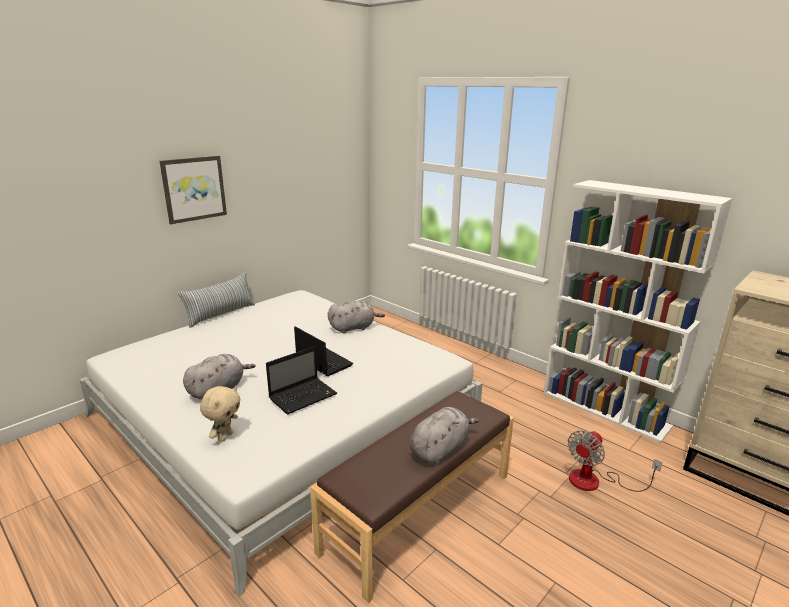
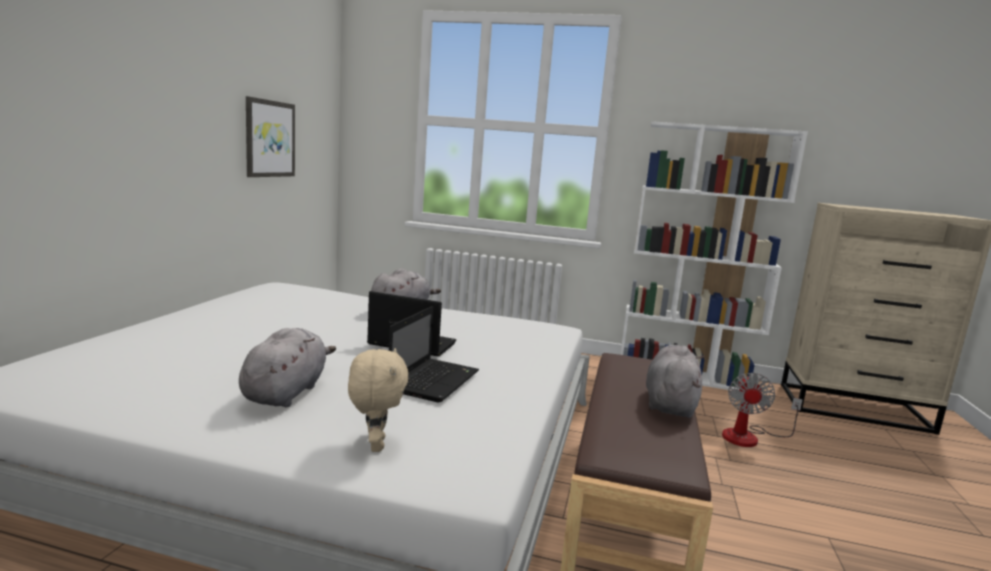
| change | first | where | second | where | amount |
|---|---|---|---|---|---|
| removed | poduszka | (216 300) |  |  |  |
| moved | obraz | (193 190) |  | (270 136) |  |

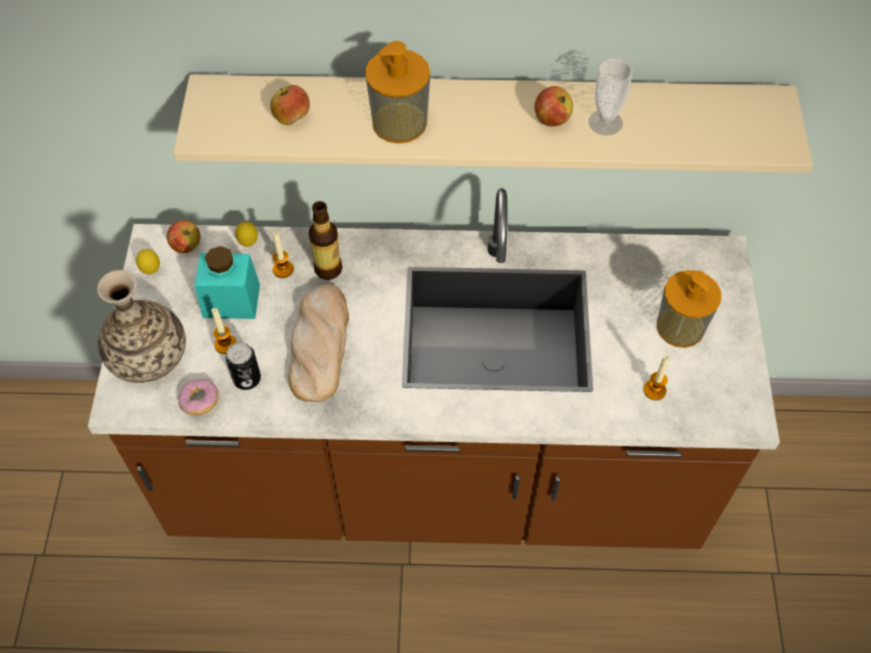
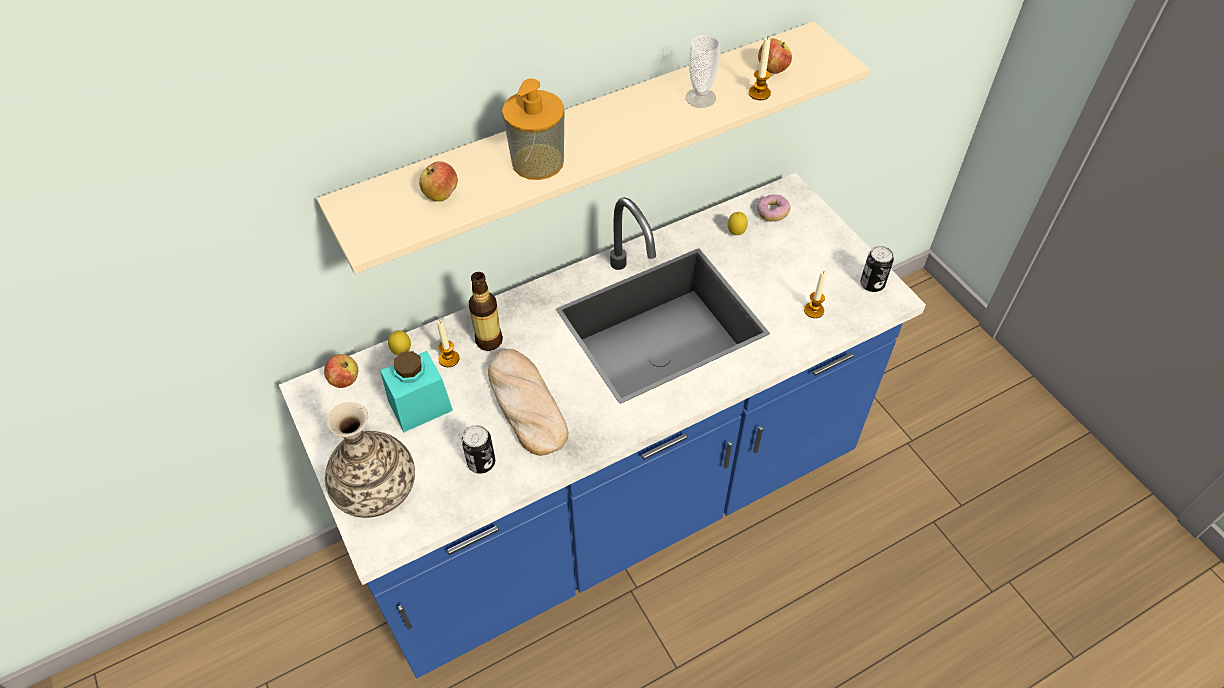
| change | first | where | second | where | amount |
|---|---|---|---|---|---|
| removed | dozownik mydła | (689 309) |  |  |  |
| added |  |  | puszka | (877 269) |  |
| moved | cytryna | (148 261) |  | (738 223) |  |
| moved | donut | (198 397) |  | (774 208) |  |
| moved | świeca | (223 331) |  | (760 68) |  |
| moved | jabłko | (553 106) |  | (775 56) |  |
| recoloured | zabudowa kuchenna [brązowy] | (434 368) | zabudowa kuchenna [niebieski] | (602 425) |  |

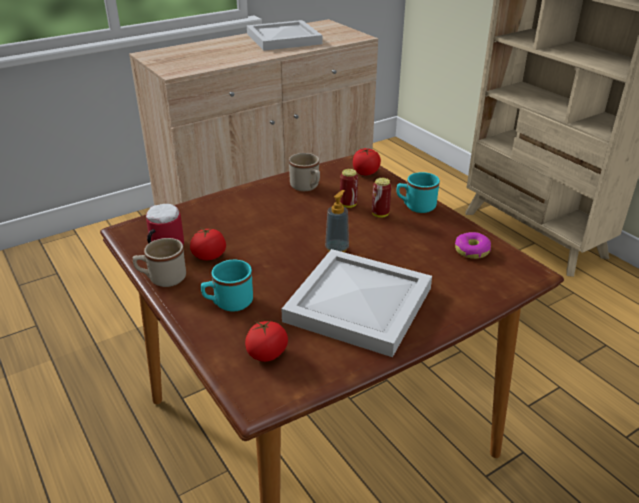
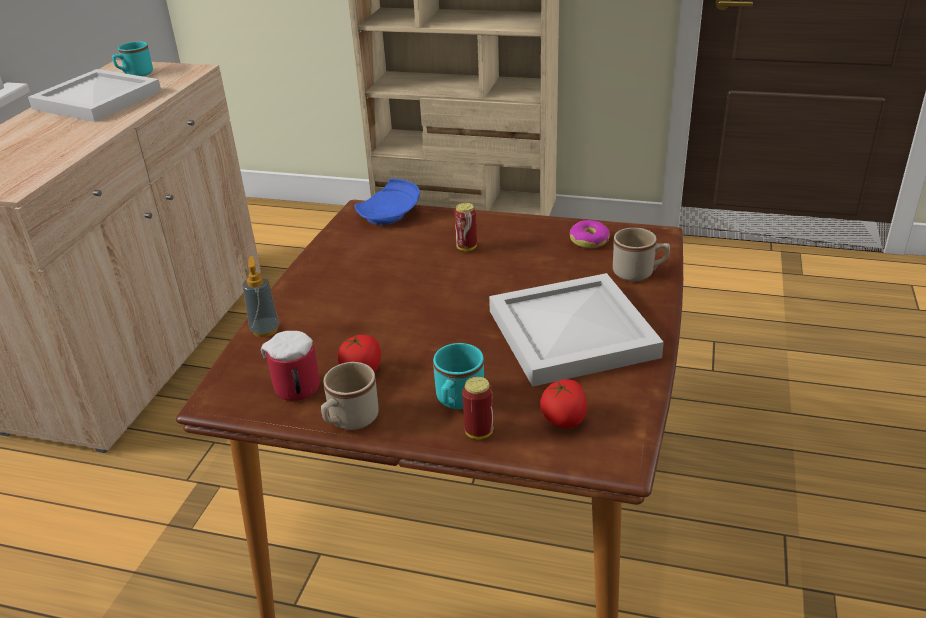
| change | first | where | second | where | amount |
|---|---|---|---|---|---|
| moved | kubek [beżowy] | (304 172) |  | (641 255) |  |
| moved | dozownik mydła | (337 221) |  | (261 296) |  |
| moved | puszka | (349 188) |  | (478 408) |  |
| moved | kubek [turkusowy] | (418 192) |  | (132 58) |  |
| replaced | pomidor | (367 161) | talerz [niebieski] | (387 201) |  |

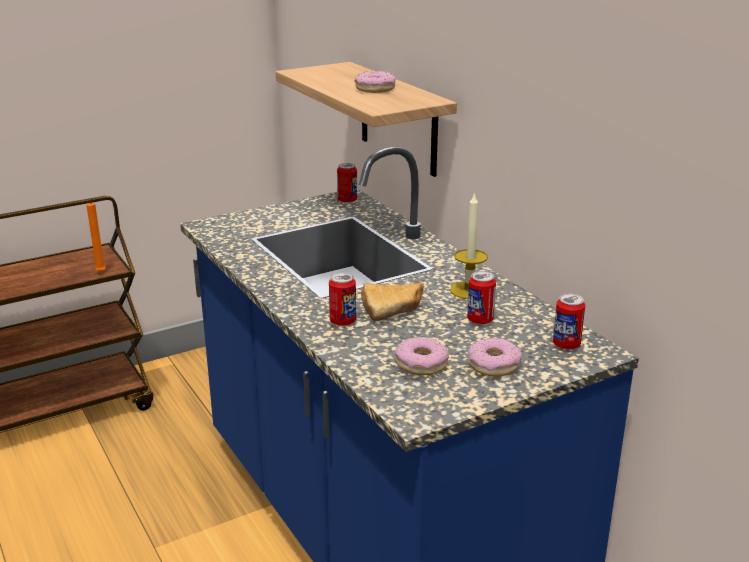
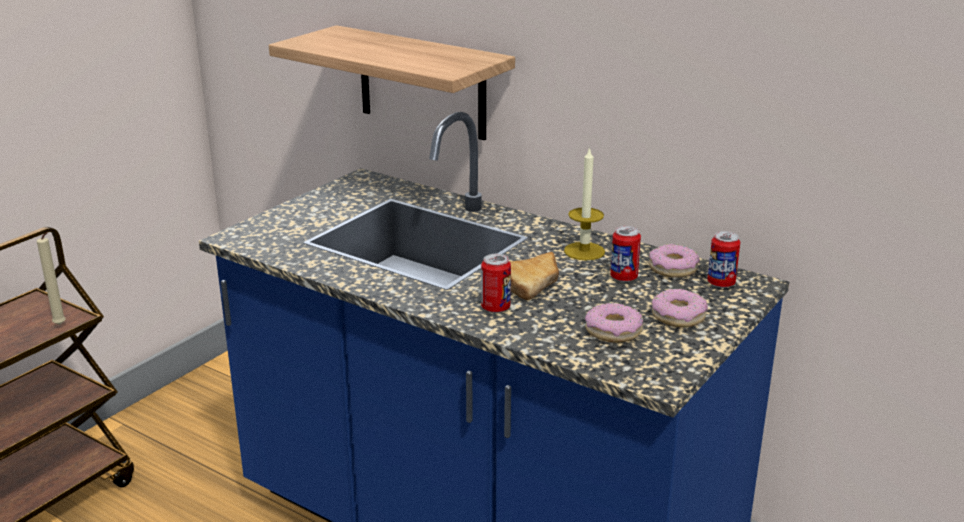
| change | first | where | second | where | amount |
|---|---|---|---|---|---|
| removed | puszka | (347 183) |  |  |  |
| moved | donut | (375 82) |  | (674 261) |  |
| recoloured | świeca [pomarańczowy] | (96 235) | świeca [beżowy] | (51 278) |  |

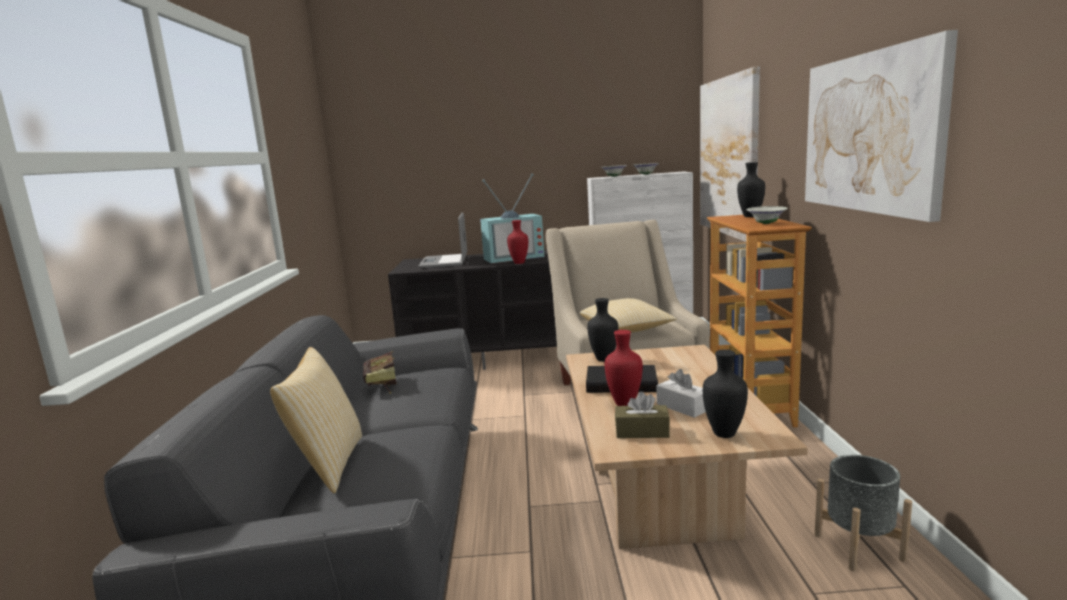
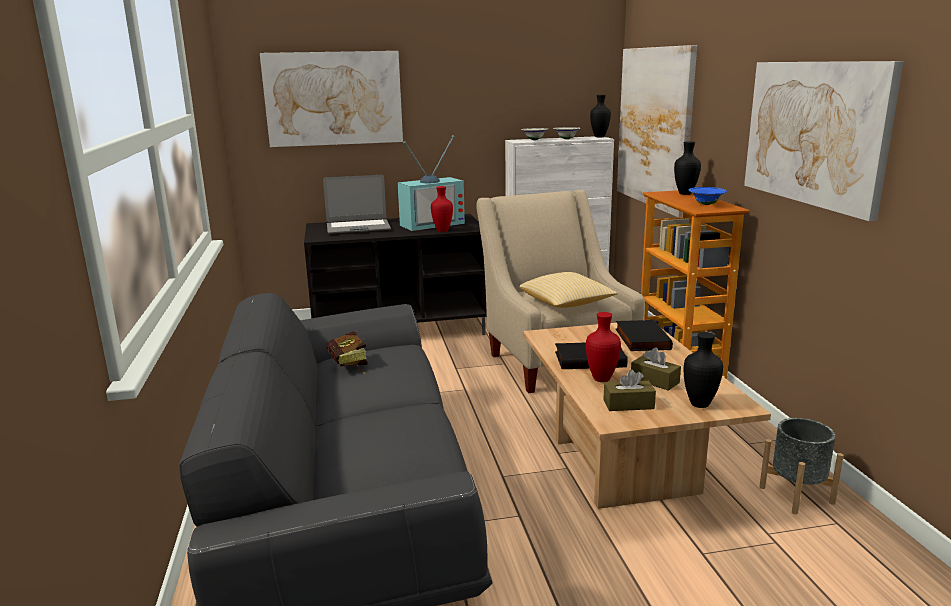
| change | first | where | second | where | amount |
|---|---|---|---|---|---|
| removed | poduszka | (316 420) |  |  |  |
| added |  |  | obraz | (331 99) |  |
| added |  |  | książka [czarny] | (644 335) |  |
| moved | wazon [czarny] | (603 330) |  | (600 116) |  |
| recoloured | pudełko chusteczek [biały] | (681 393) | pudełko chusteczek [brązowy] | (656 369) |  |
| recoloured | miska [biały] | (767 215) | miska [niebieski] | (708 196) |  |
| turned | laptop | (442 240) |  | (357 204) | 90 degrees counterclockwise |

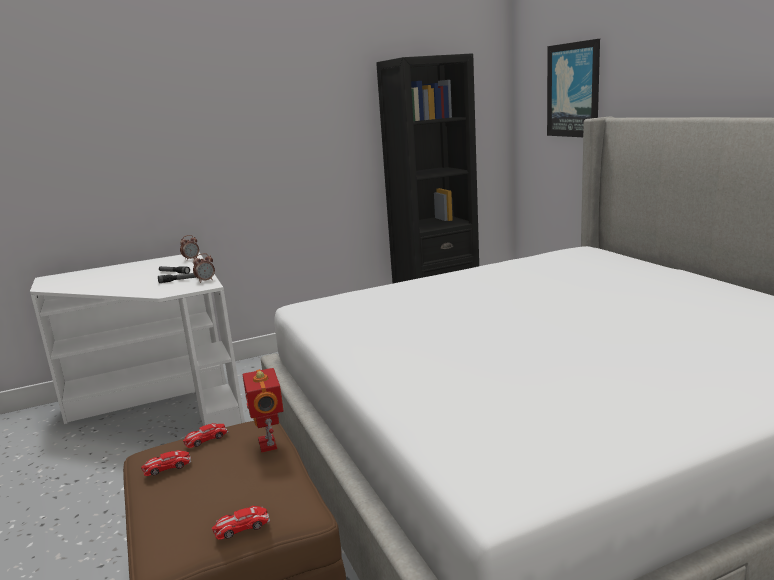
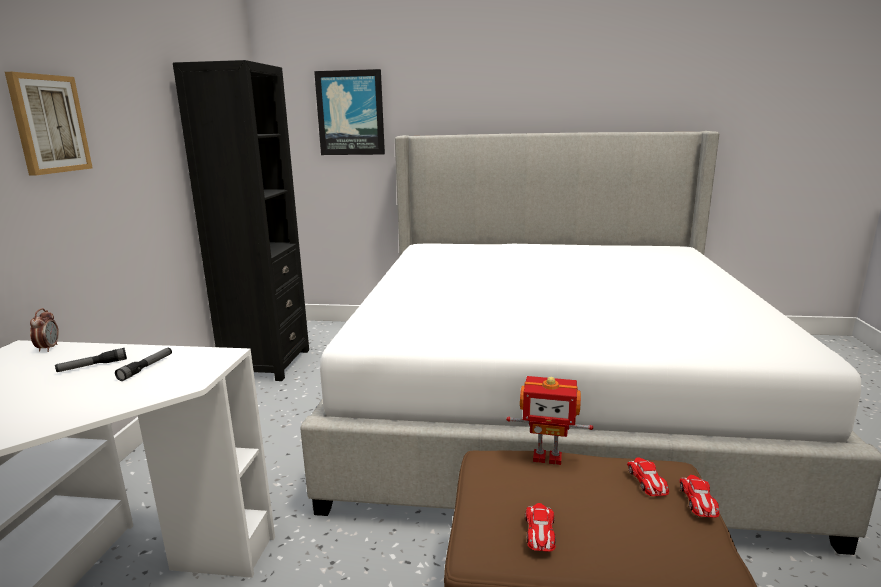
| change | first | where | second | where | amount |
|---|---|---|---|---|---|
| removed | budzik | (204 268) |  |  |  |
| added |  |  | obraz | (49 124) |  |
| moved | samochodzik | (206 435) |  | (648 476) |  |

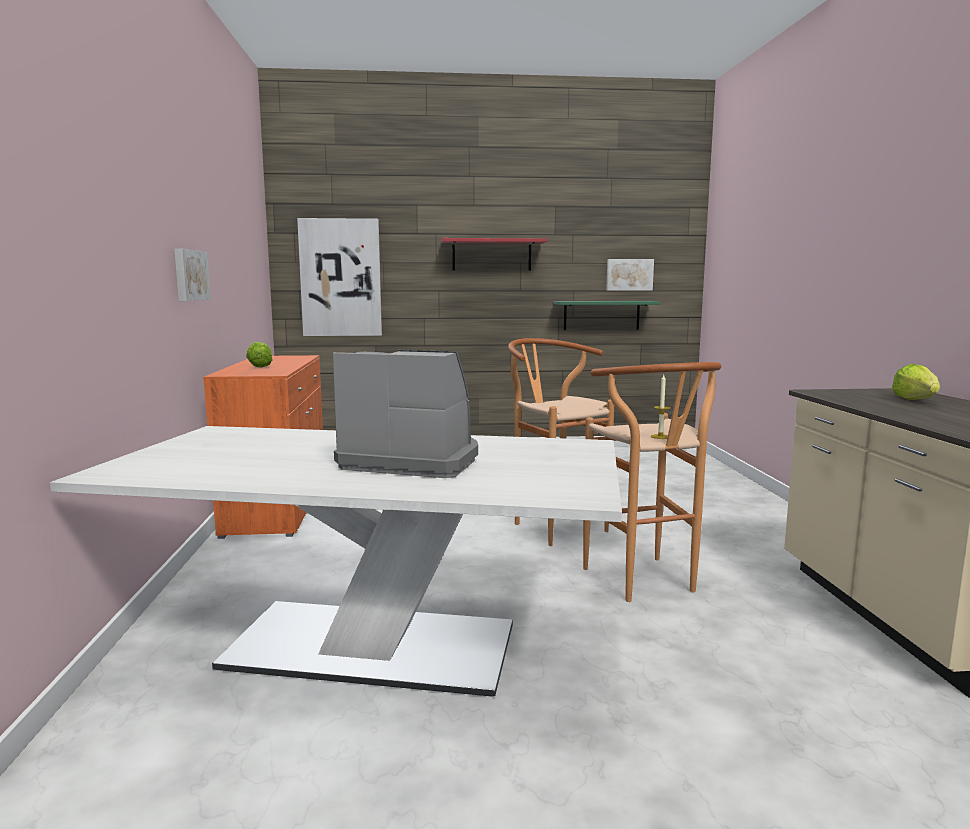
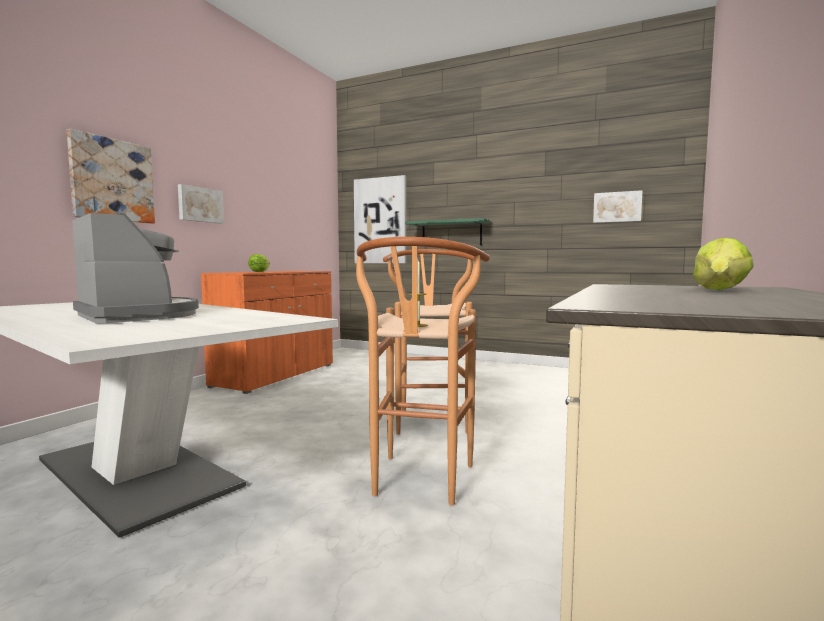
| change | first | where | second | where | amount |
|---|---|---|---|---|---|
| removed | półka [czerwony] | (494 254) |  |  |  |
| added |  |  | obraz | (111 176) |  |
| moved | półka [zielony] | (606 315) |  | (448 231) |  |

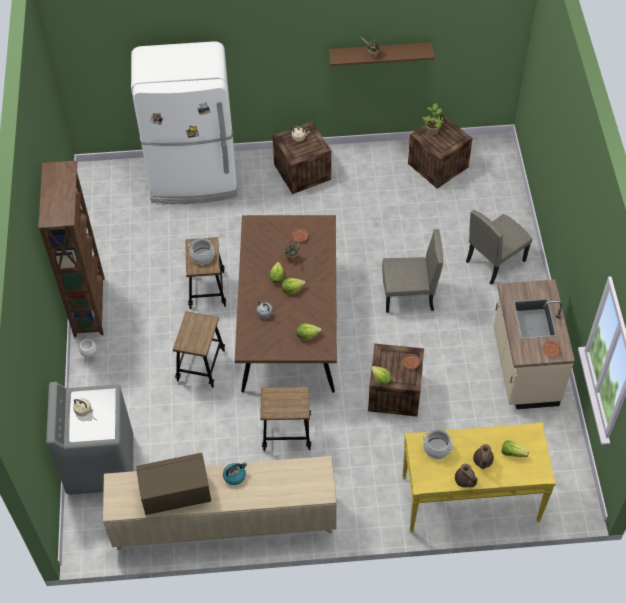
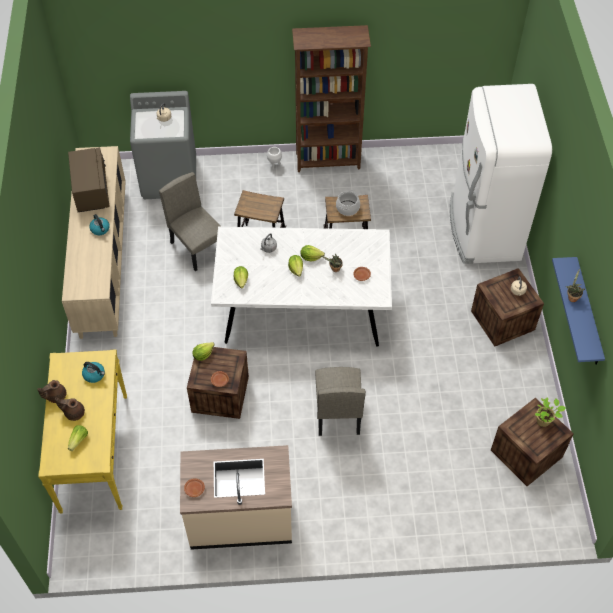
| change | first | where | second | where | amount |
|---|---|---|---|---|---|
| removed | stołek | (285 418) |  |  |  |
| moved | krzesło [beżowy] | (499 247) |  | (190 221) |  |
| replaced | garnek | (438 444) | czajnik | (93 372) |  |
| recoloured | stół jadalny [brązowy] | (286 304) | stół jadalny [biały] | (301 287) |  |
| recoloured | półka [brązowy] | (382 54) | półka [niebieski] | (578 311) |  |

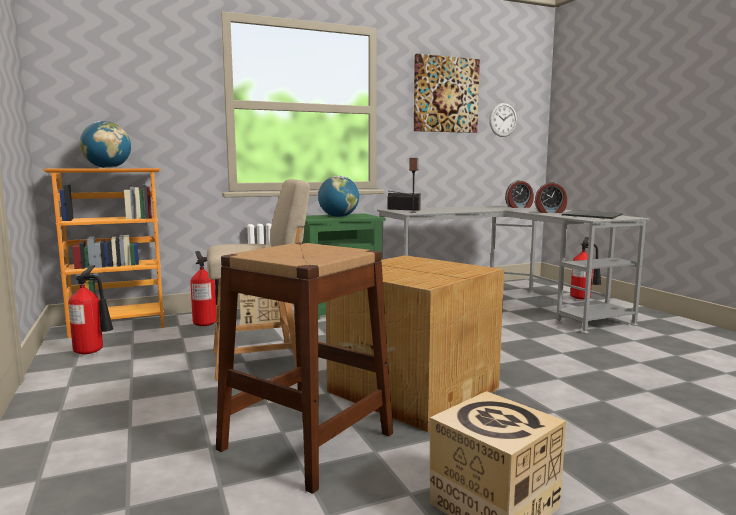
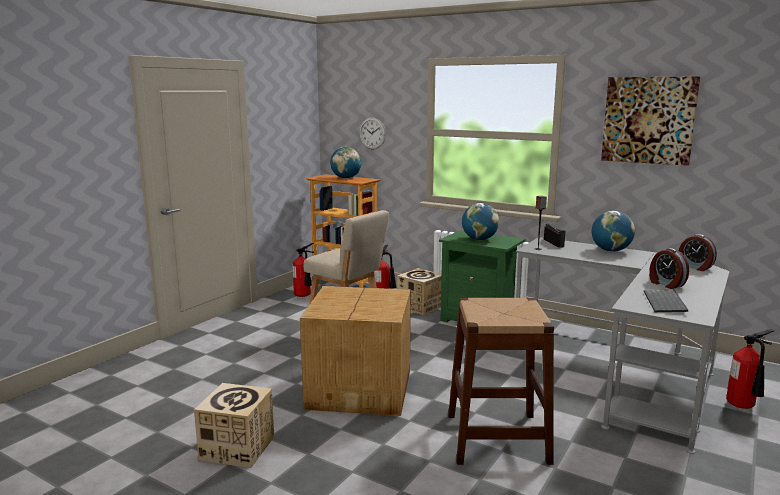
| change | first | where | second | where | amount |
|---|---|---|---|---|---|
| added |  |  | globus | (613 231) |  |
| moved | stołek [brązowy] | (304 368) |  | (501 381) |  |
| moved | zegar ścienny | (503 120) |  | (372 133) |  |

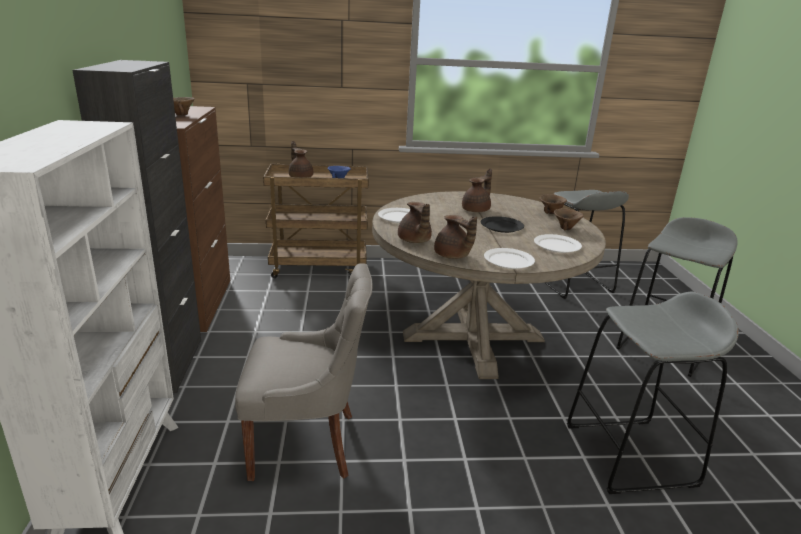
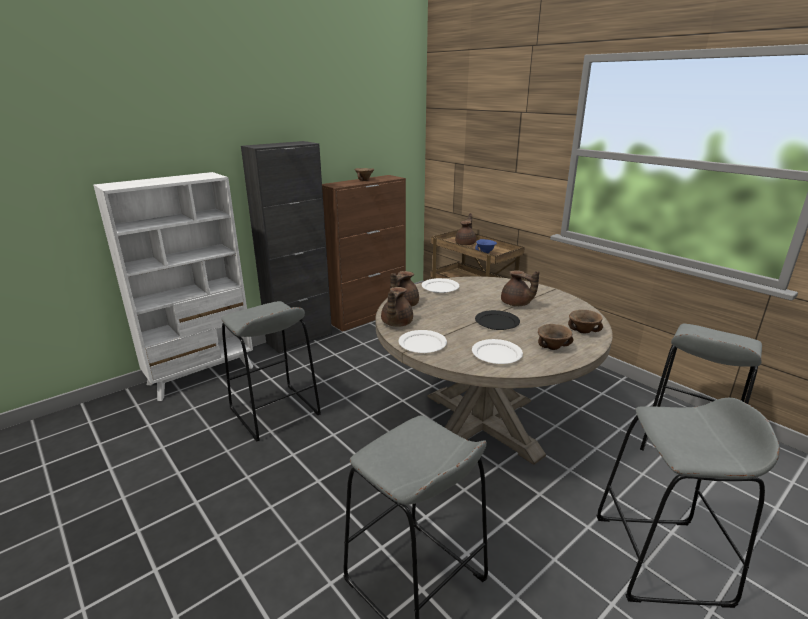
| change | first | where | second | where | amount |
|---|---|---|---|---|---|
| replaced | krzesło [szary] | (303 372) | stołek [szary] | (271 371) |  |
| turned | imbryk [brązowy] | (477 190) |  | (520 288) | 45 degrees clockwise |

